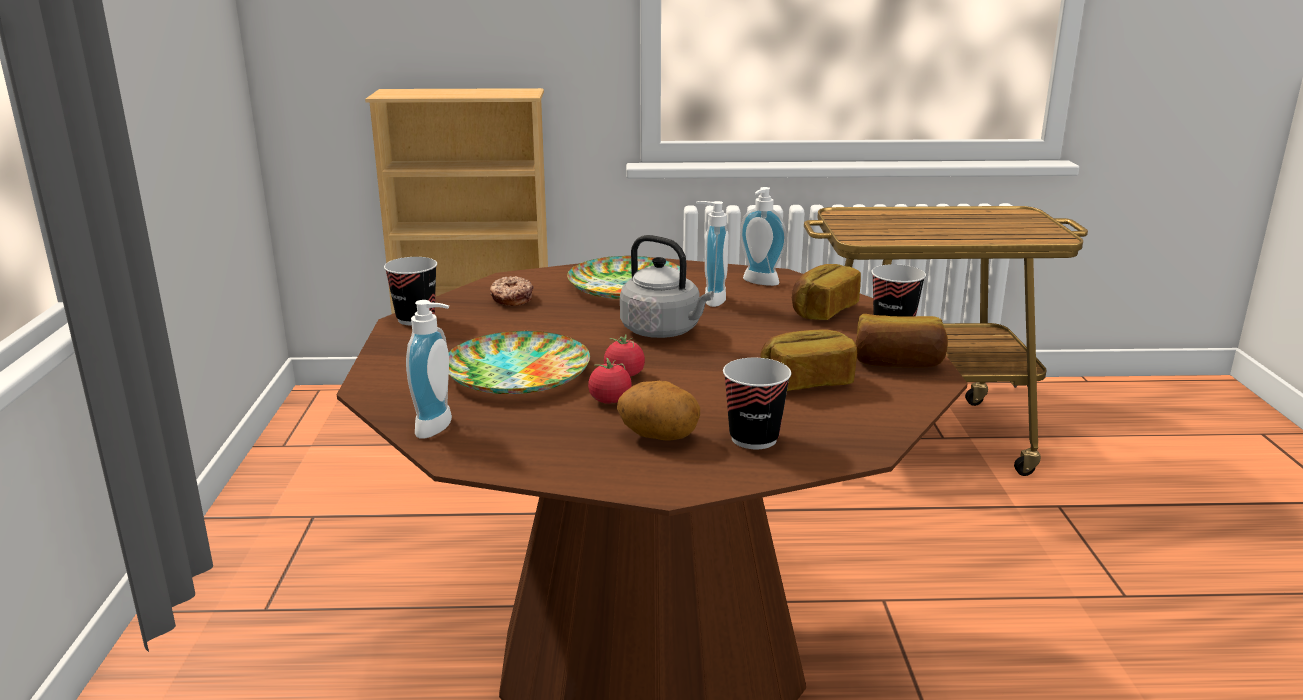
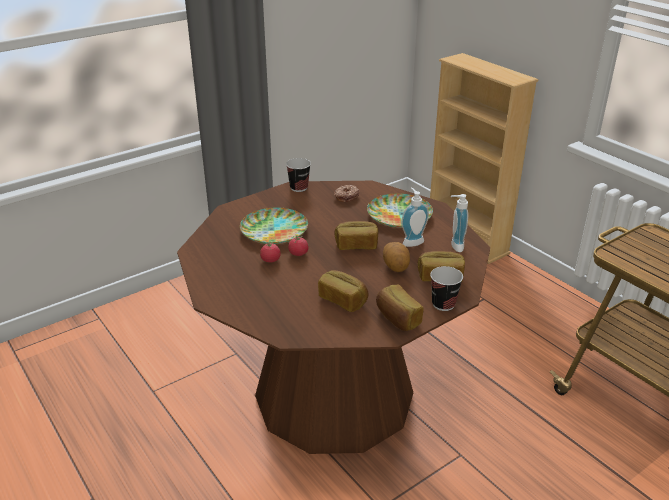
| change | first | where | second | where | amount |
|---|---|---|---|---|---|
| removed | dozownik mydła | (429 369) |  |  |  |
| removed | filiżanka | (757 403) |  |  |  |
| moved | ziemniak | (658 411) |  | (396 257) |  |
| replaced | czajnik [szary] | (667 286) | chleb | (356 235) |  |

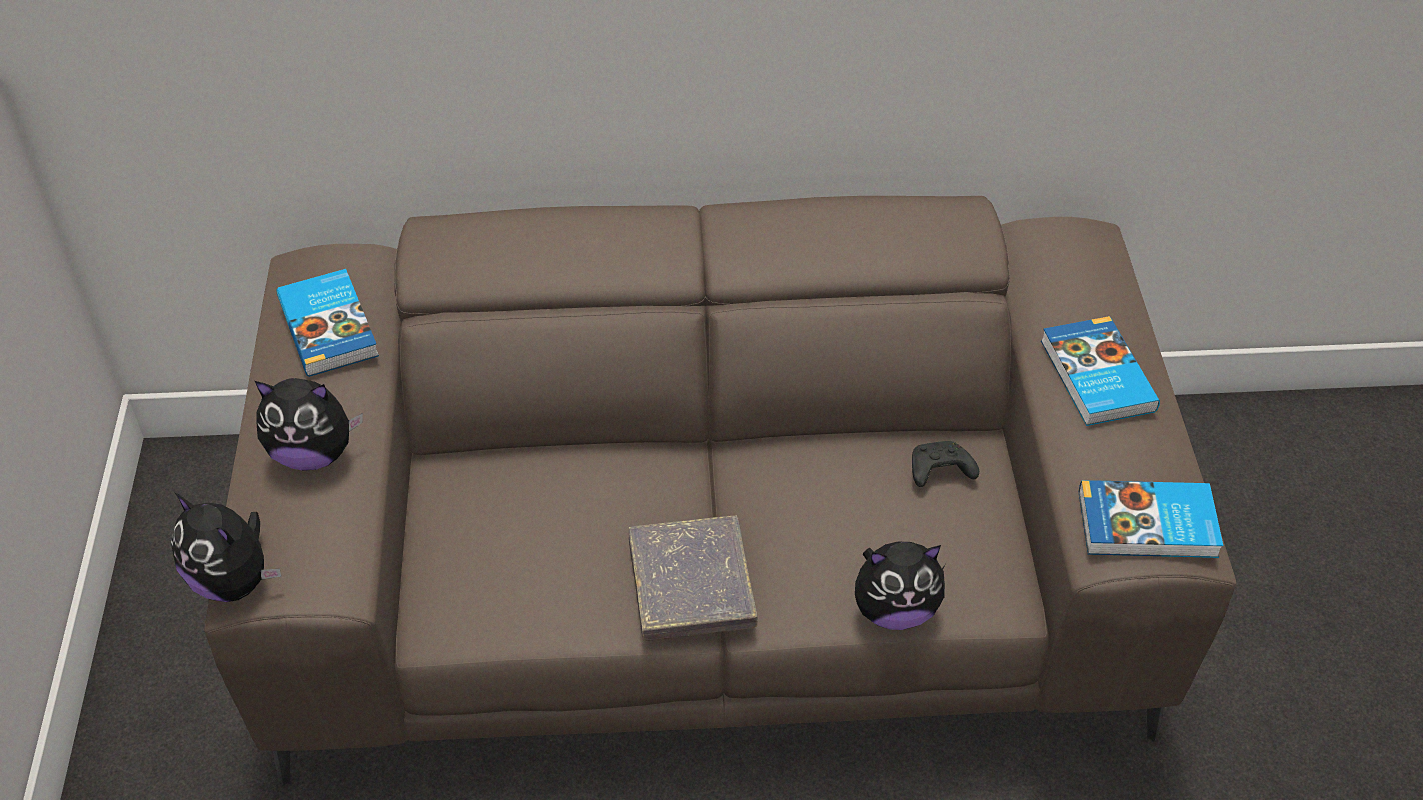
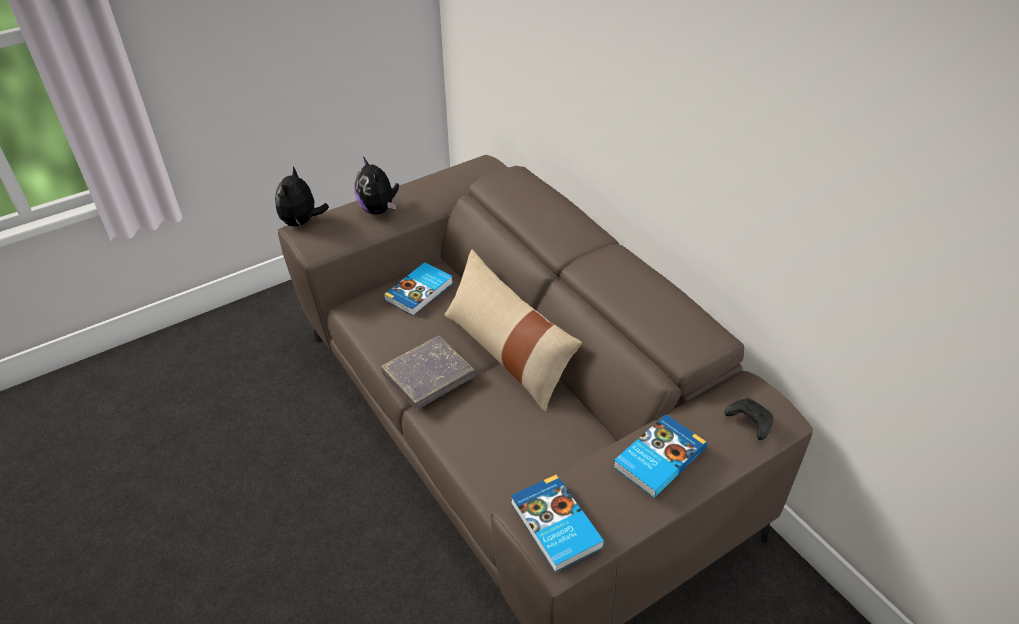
| change | first | where | second | where | amount |
|---|---|---|---|---|---|
| removed | pluszak | (900 586) |  |  |  |
| added |  |  | poduszka [beżowy] | (513 330) |  |
| moved | książka | (328 323) |  | (418 289) |  |
| moved | pad do gier [czarny] | (945 464) |  | (748 419) |  |

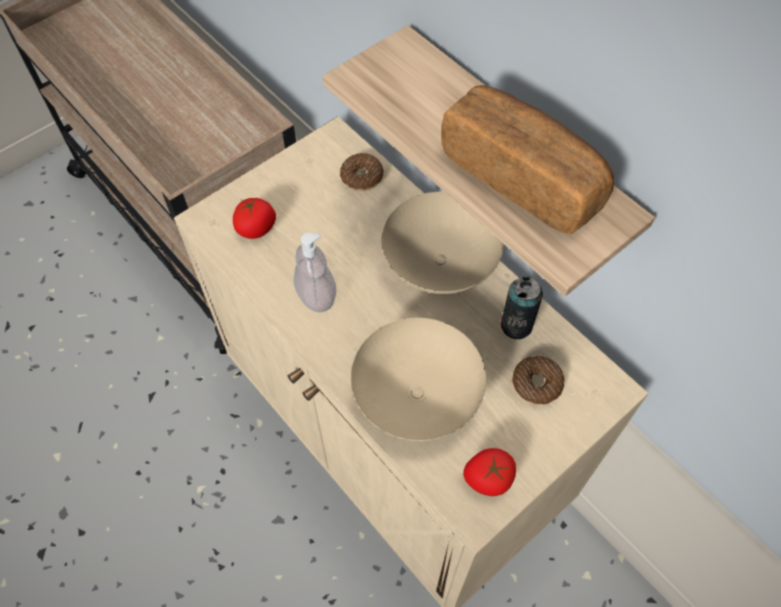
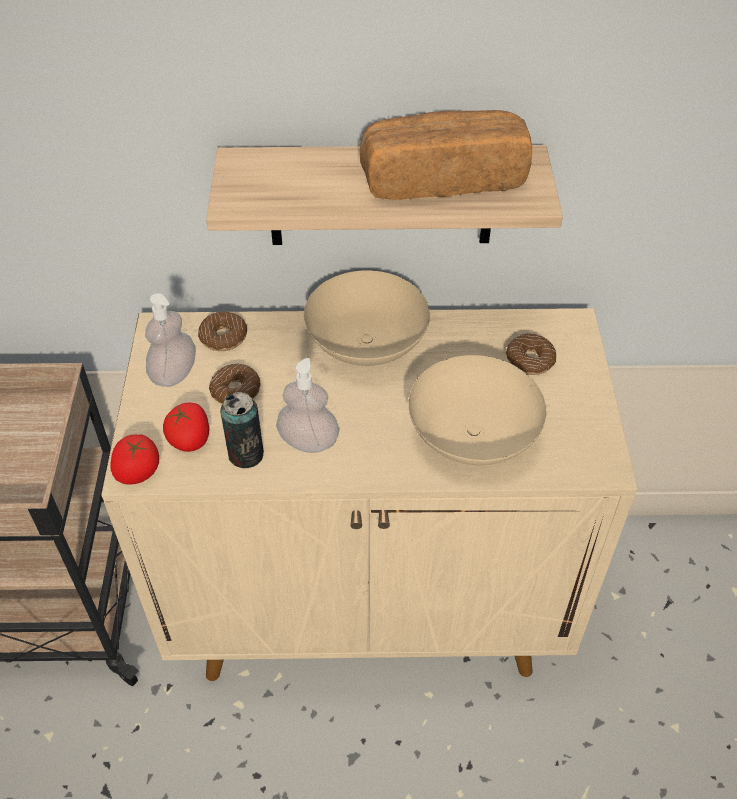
| change | first | where | second | where | amount |
|---|---|---|---|---|---|
| added |  |  | dozownik mydła | (170 340) |  |
| added |  |  | donut | (235 383) |  |
| moved | pomidor | (489 472) |  | (134 459) |  |
| moved | puszka | (522 307) |  | (242 430) |  |

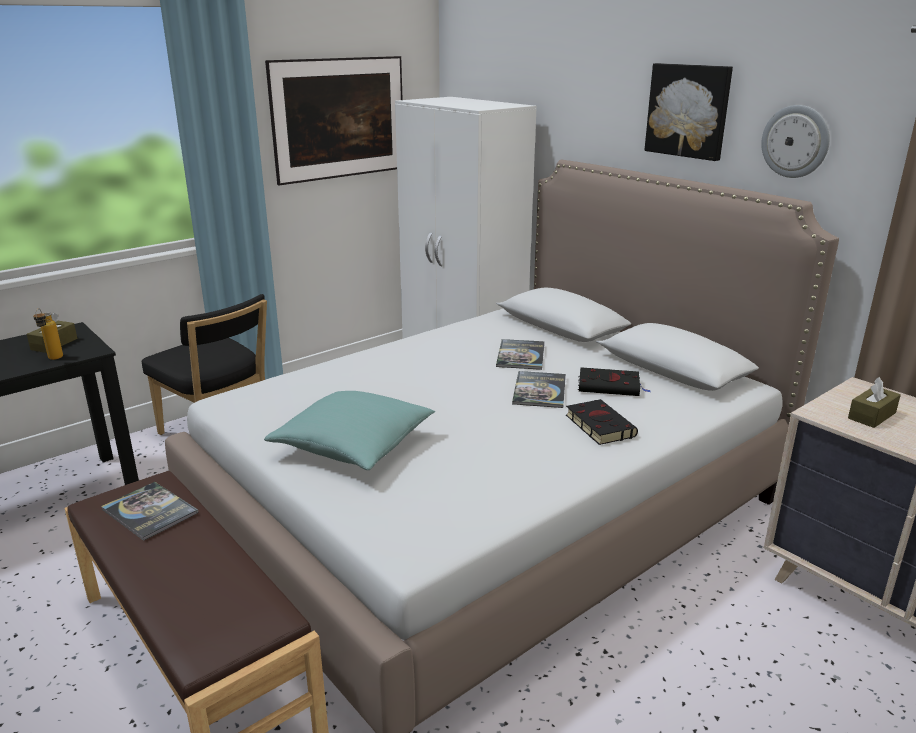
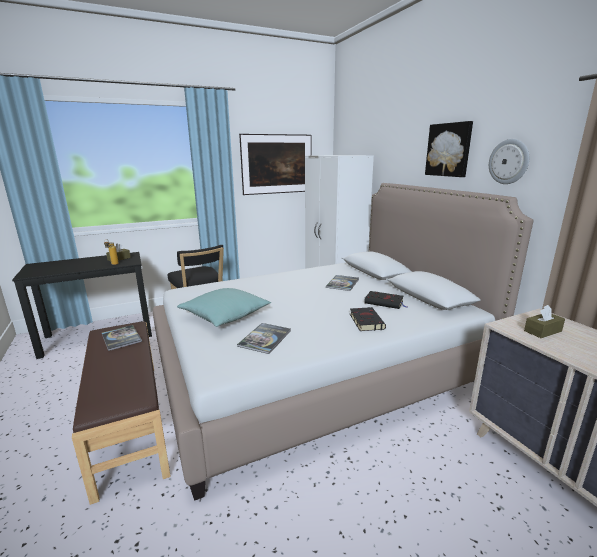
| change | first | where | second | where | amount |
|---|---|---|---|---|---|
| moved | książka | (539 389) |  | (264 338) |  |

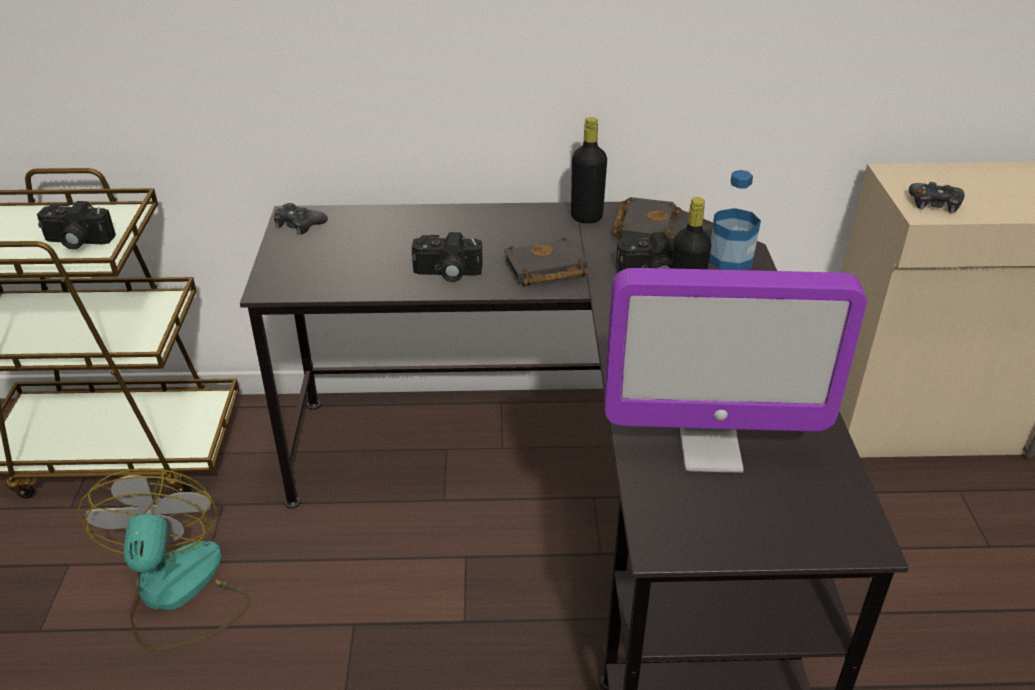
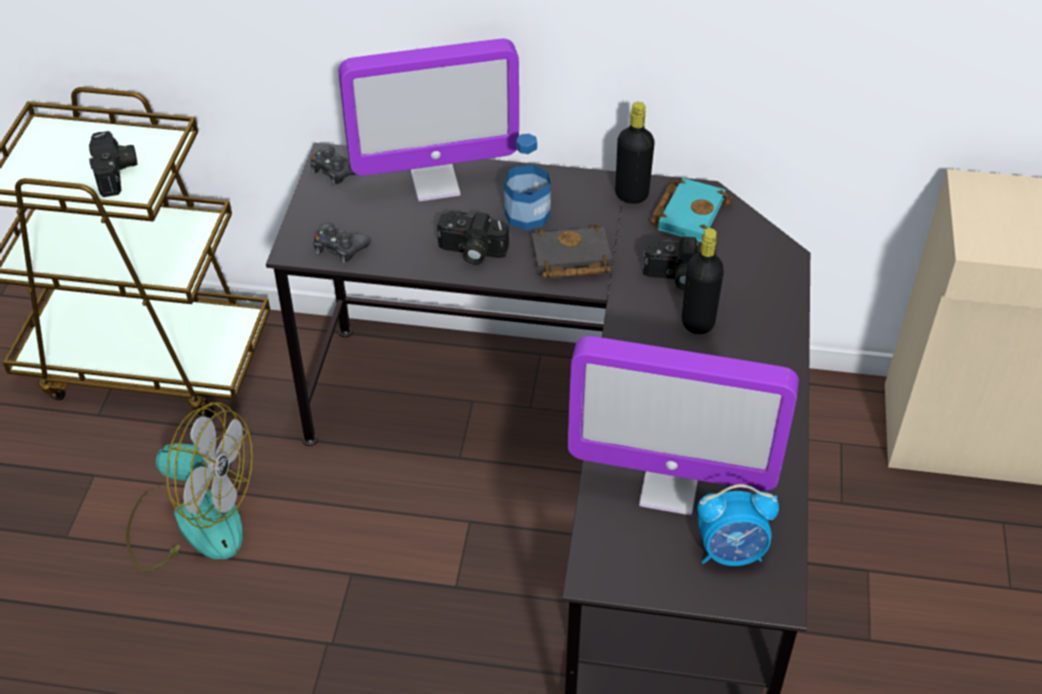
| change | first | where | second | where | amount |
|---|---|---|---|---|---|
| added |  |  | monitor | (429 120) |  |
| added |  |  | budzik | (738 525) |  |
| moved | butelka | (735 220) |  | (527 182) |  |
| moved | pad do gier [czarny] | (937 197) |  | (342 242) |  |
| recoloured | książka [czarny] | (646 218) | książka [turkusowy] | (691 210) |  |
| turned | aparat fotograficzny | (76 225) |  | (113 164) | 120 degrees counterclockwise |
| turned | wentylator | (164 559) |  | (189 487) | 105 degrees clockwise |

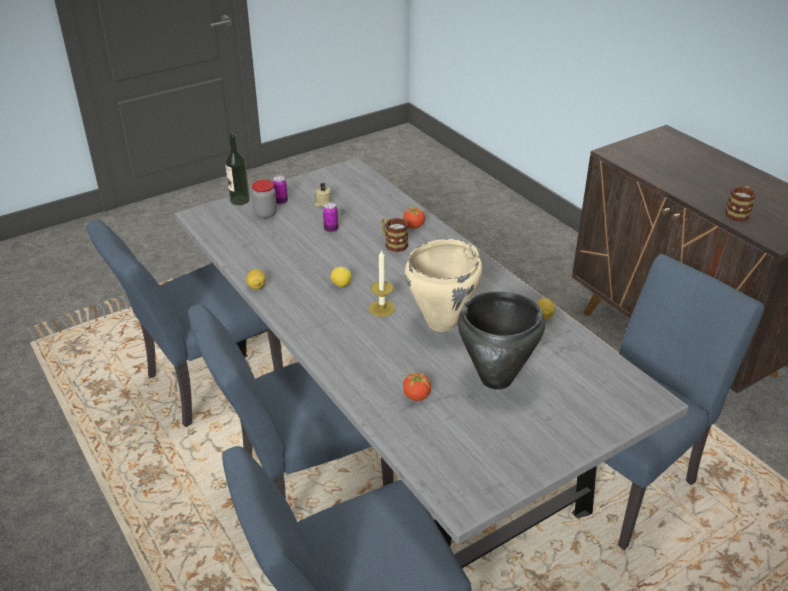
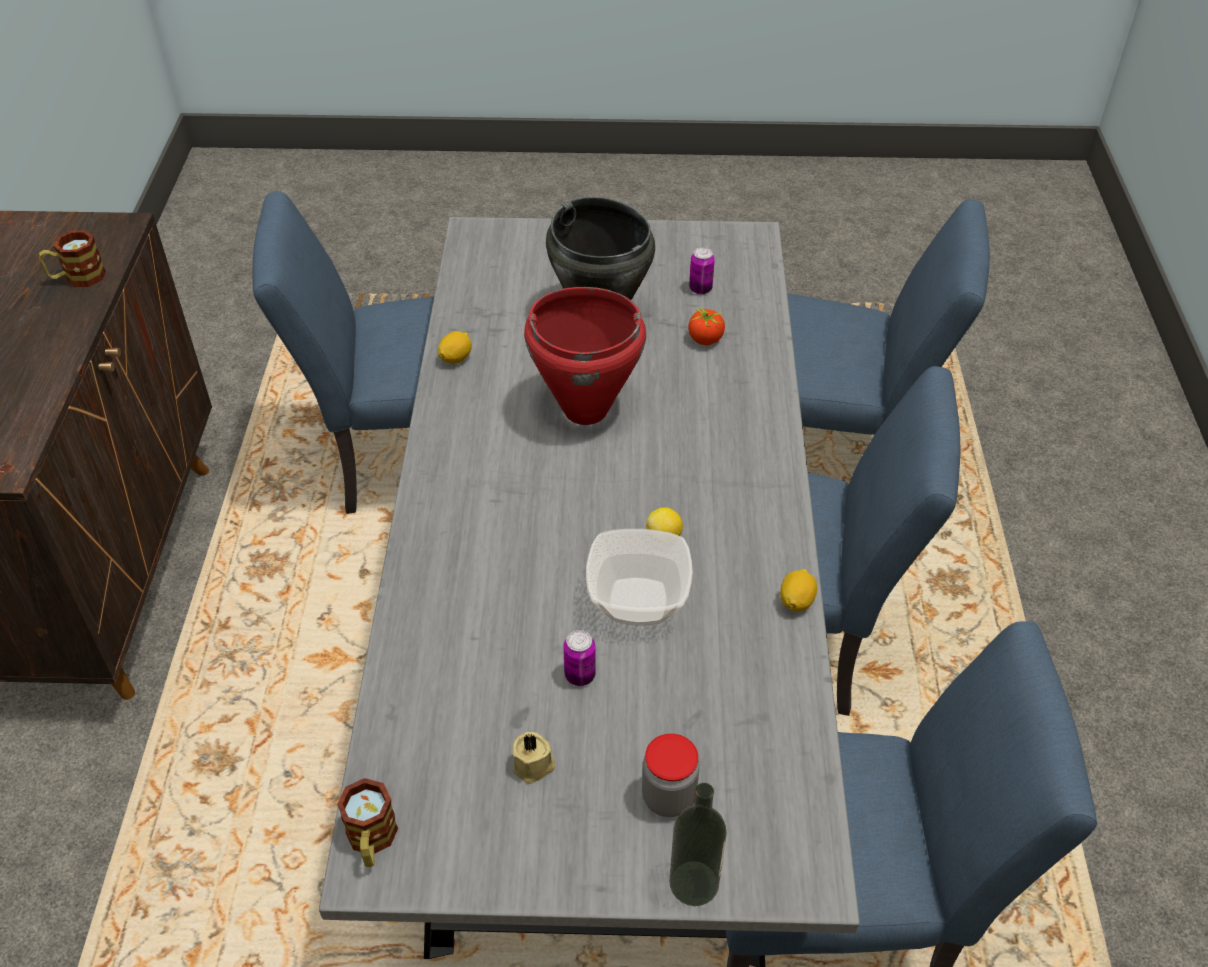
| change | first | where | second | where | amount |
|---|---|---|---|---|---|
| removed | świeca | (382 283) |  |  |  |
| removed | pomidor | (414 217) |  |  |  |
| added |  |  | miska | (639 577) |  |
| moved | puszka | (280 190) |  | (702 270) |  |
| moved | kubek | (395 235) |  | (367 822) |  |
| recoloured | garnek [beżowy] | (443 285) | garnek [czerwony] | (585 356) |  |

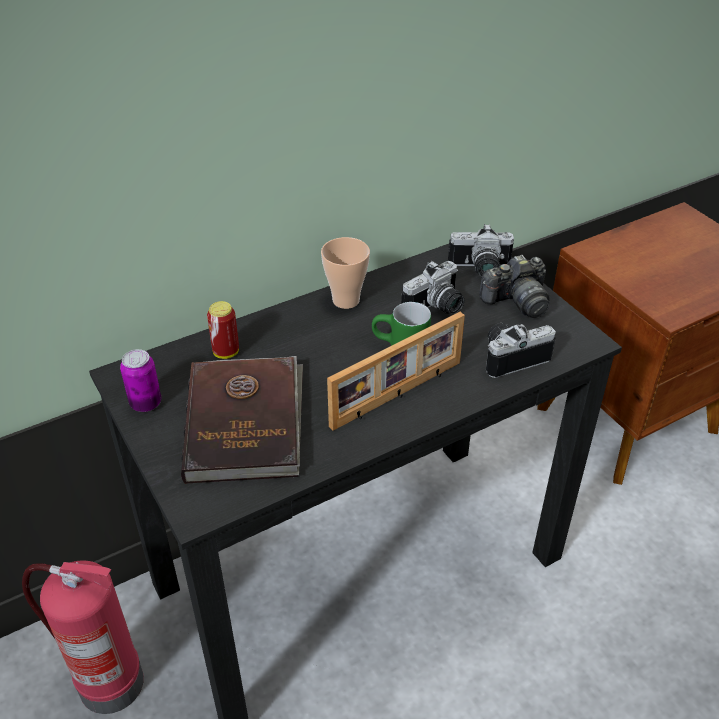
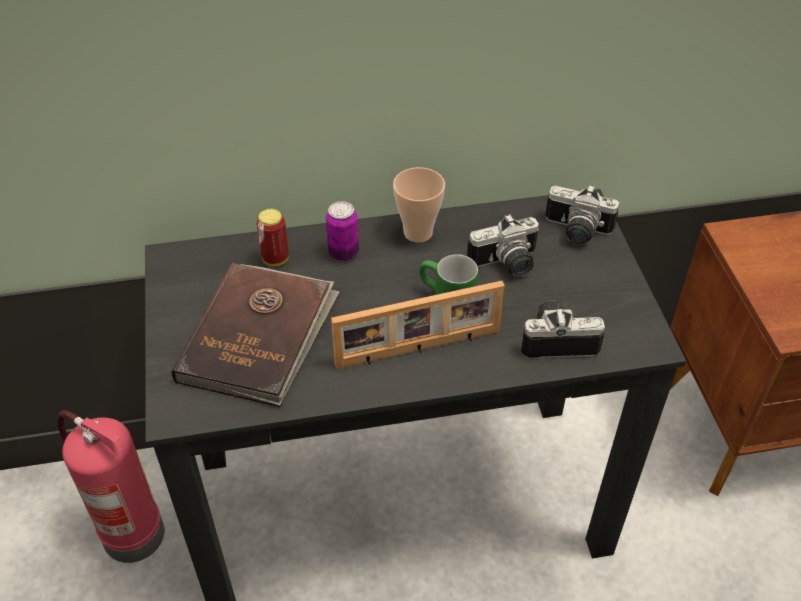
| change | first | where | second | where | amount |
|---|---|---|---|---|---|
| removed | aparat fotograficzny | (514 286) |  |  |  |
| moved | puszka | (140 380) |  | (342 231) |  |

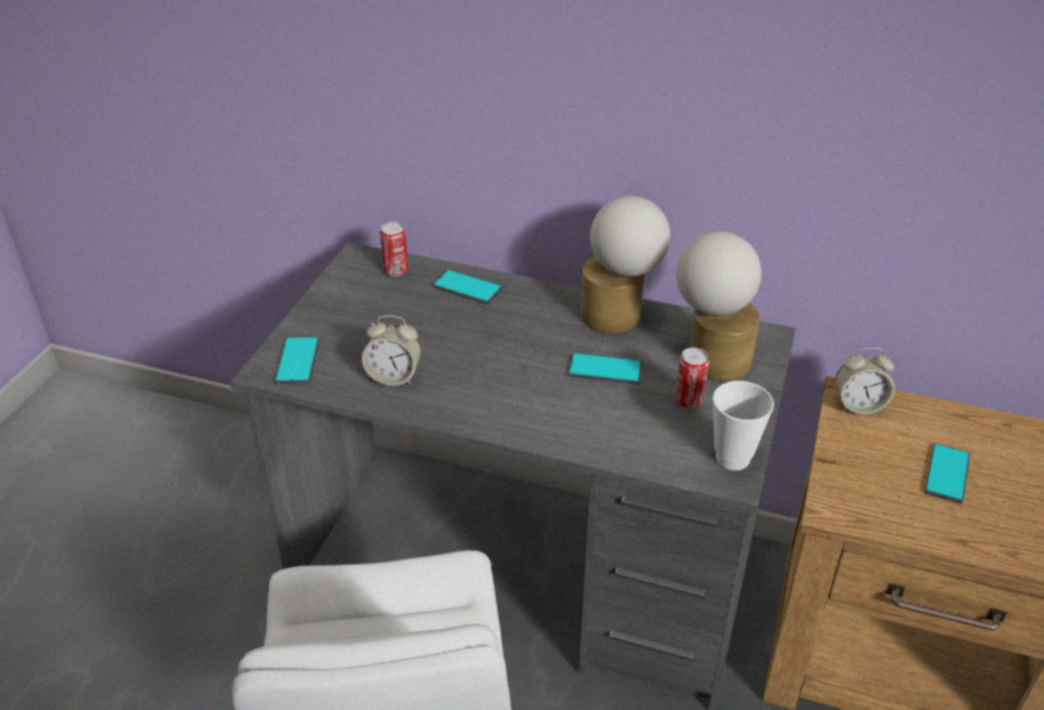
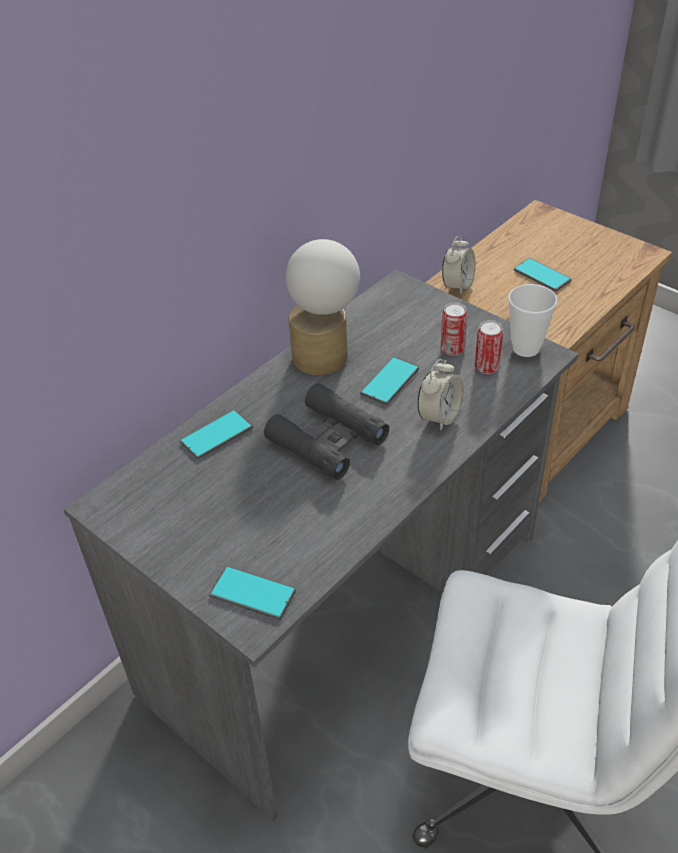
| change | first | where | second | where | amount |
|---|---|---|---|---|---|
| removed | lampa stołowa | (719 306) |  |  |  |
| added |  |  | lornetka [czarny] | (326 431) |  |
| moved | budzik | (391 350) |  | (440 395) |  |
| moved | puszka | (394 249) |  | (489 347) |  |

